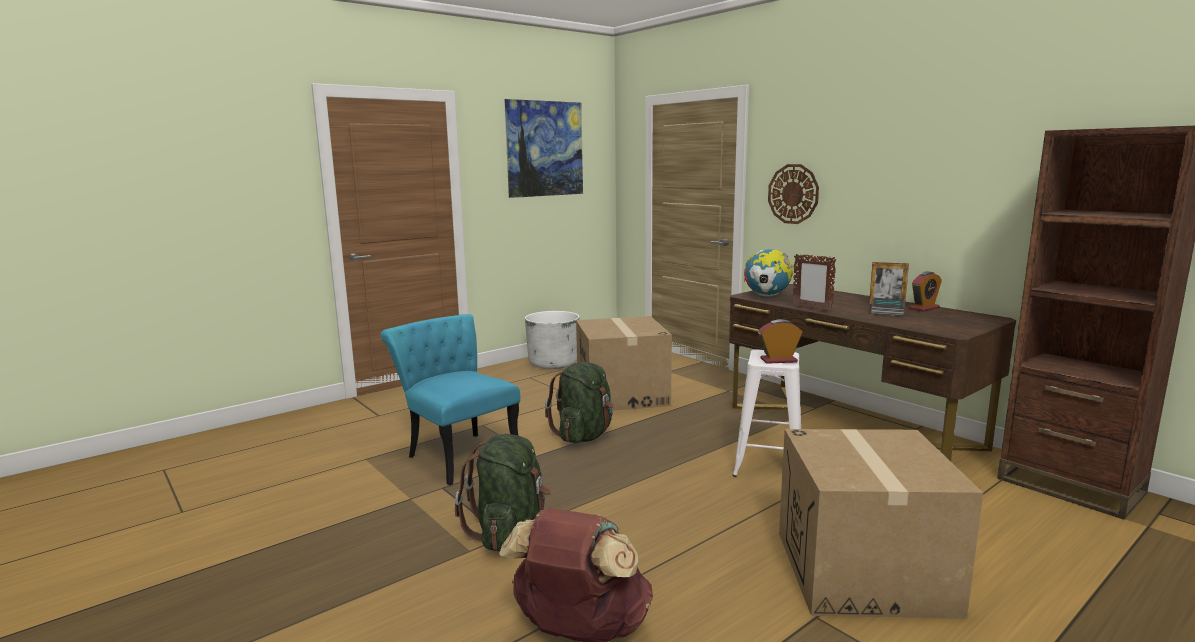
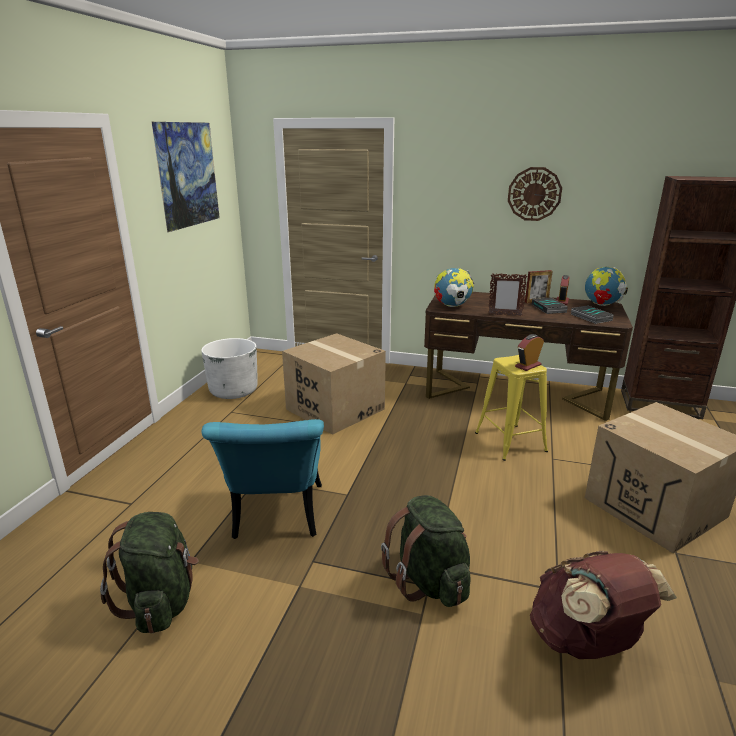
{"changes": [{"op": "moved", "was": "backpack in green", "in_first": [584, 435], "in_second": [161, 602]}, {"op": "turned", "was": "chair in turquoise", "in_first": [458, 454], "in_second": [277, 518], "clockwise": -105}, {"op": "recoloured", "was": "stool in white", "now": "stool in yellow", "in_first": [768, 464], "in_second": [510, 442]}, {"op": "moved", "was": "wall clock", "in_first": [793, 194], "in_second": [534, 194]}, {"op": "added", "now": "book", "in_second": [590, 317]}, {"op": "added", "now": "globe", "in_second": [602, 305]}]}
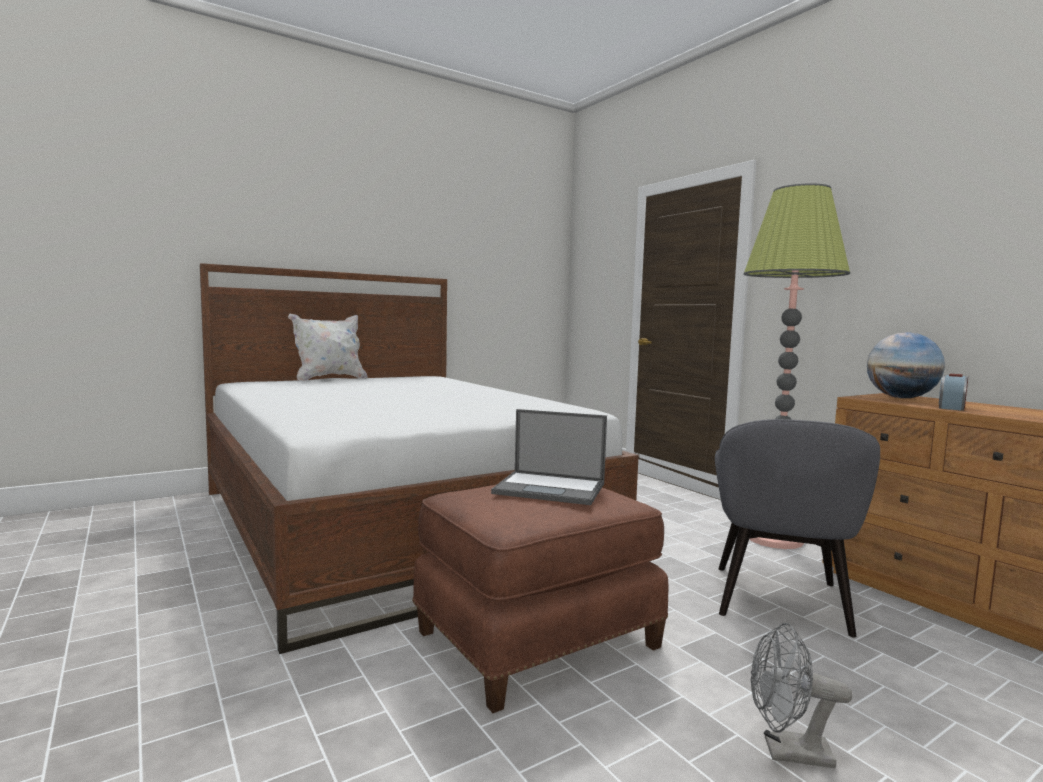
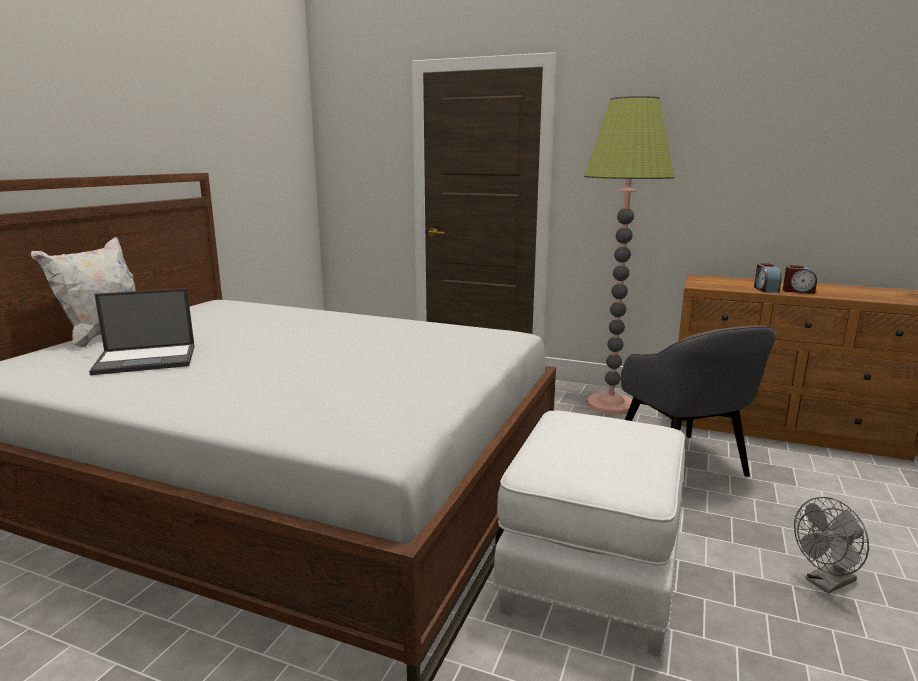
{"changes": [{"op": "moved", "was": "laptop", "in_first": [551, 488], "in_second": [147, 359]}, {"op": "recoloured", "was": "ottoman in brown", "now": "ottoman in white", "in_first": [536, 637], "in_second": [590, 570]}, {"op": "added", "now": "alarm clock", "in_second": [798, 291]}, {"op": "removed", "was": "globe", "in_first": [901, 398]}]}
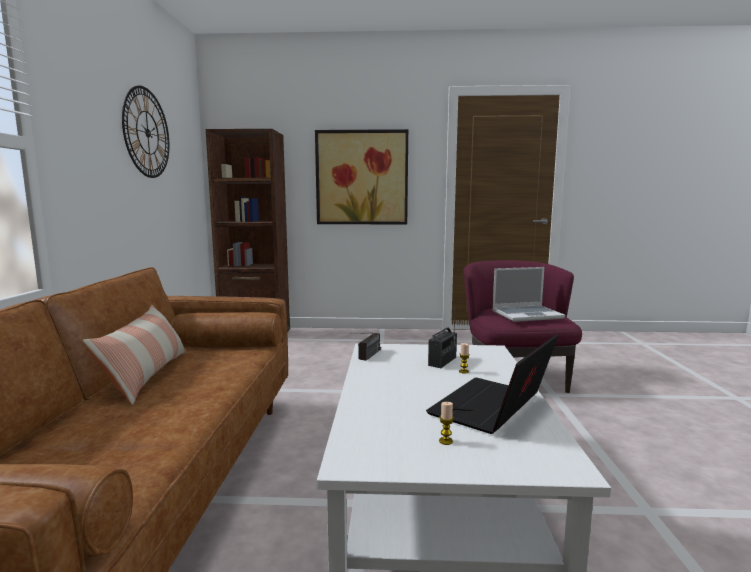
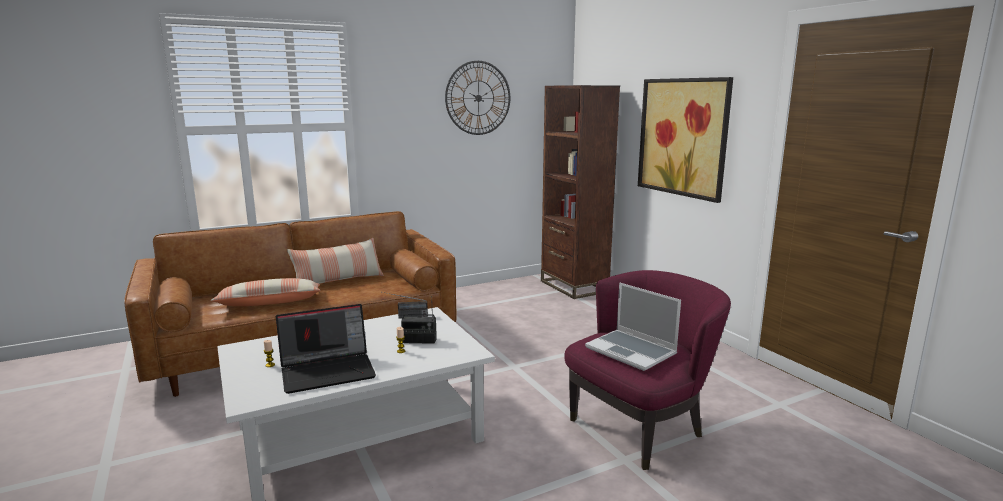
{"changes": [{"op": "added", "now": "pillow", "in_second": [269, 303]}, {"op": "turned", "was": "laptop", "in_first": [492, 408], "in_second": [329, 371], "clockwise": 150}]}
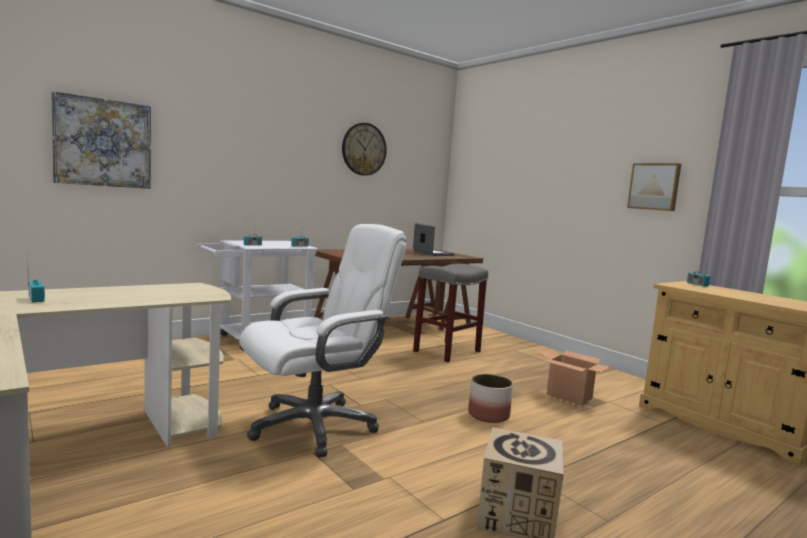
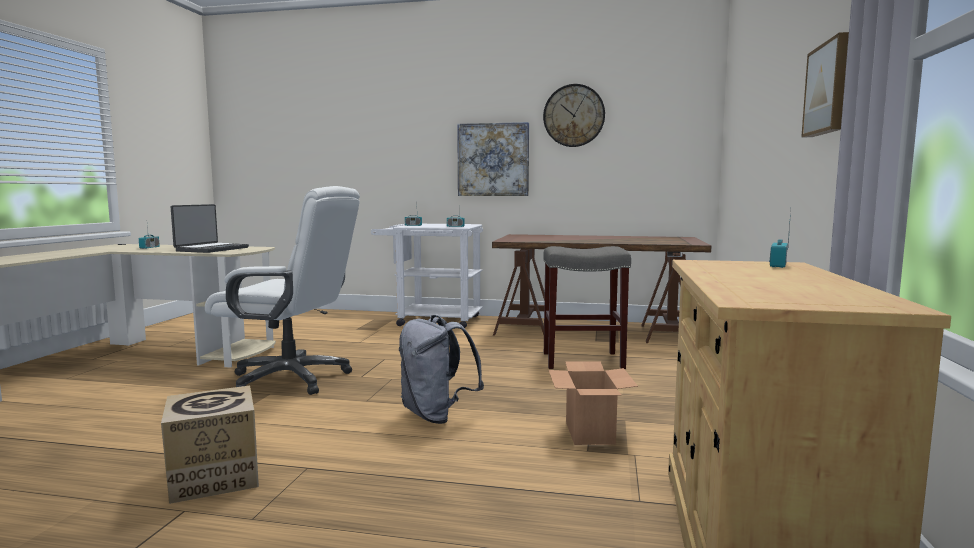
{"changes": [{"op": "moved", "was": "laptop", "in_first": [432, 253], "in_second": [211, 249]}, {"op": "replaced", "was": "planter", "now": "backpack in grey", "in_first": [489, 415], "in_second": [436, 415]}, {"op": "moved", "was": "picture", "in_first": [103, 142], "in_second": [493, 159]}]}
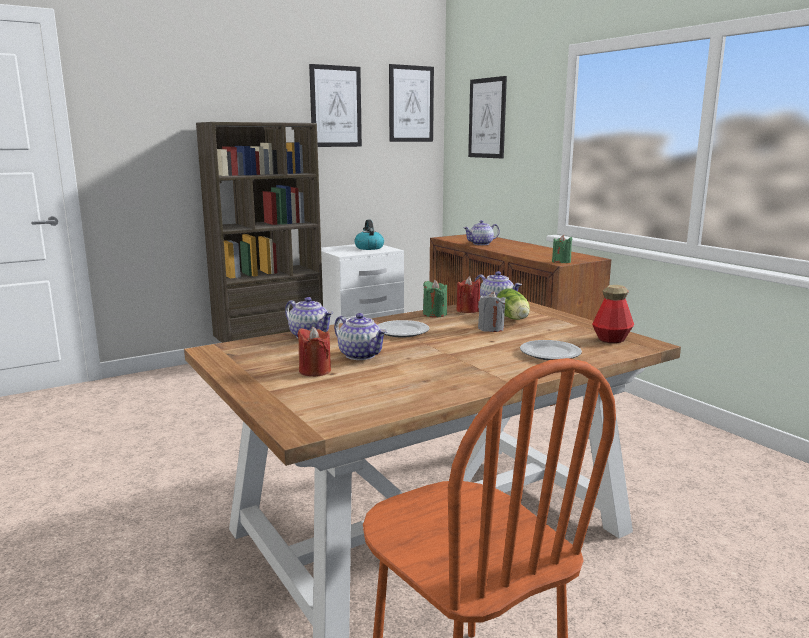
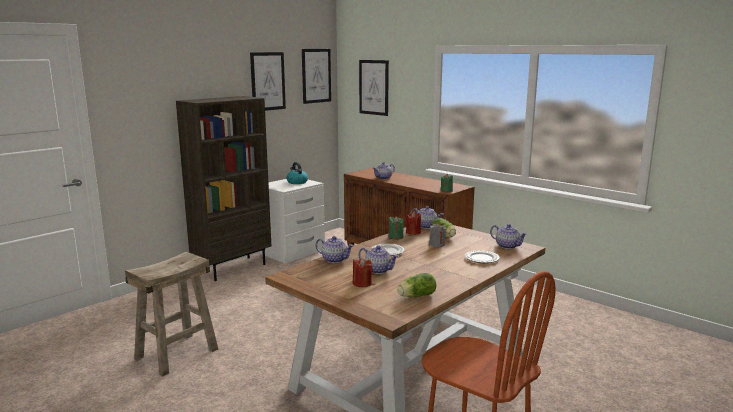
{"changes": [{"op": "added", "now": "stool in beige", "in_second": [176, 353]}, {"op": "added", "now": "lettuce", "in_second": [415, 296]}, {"op": "replaced", "was": "bottle", "now": "teapot", "in_first": [611, 339], "in_second": [507, 246]}]}
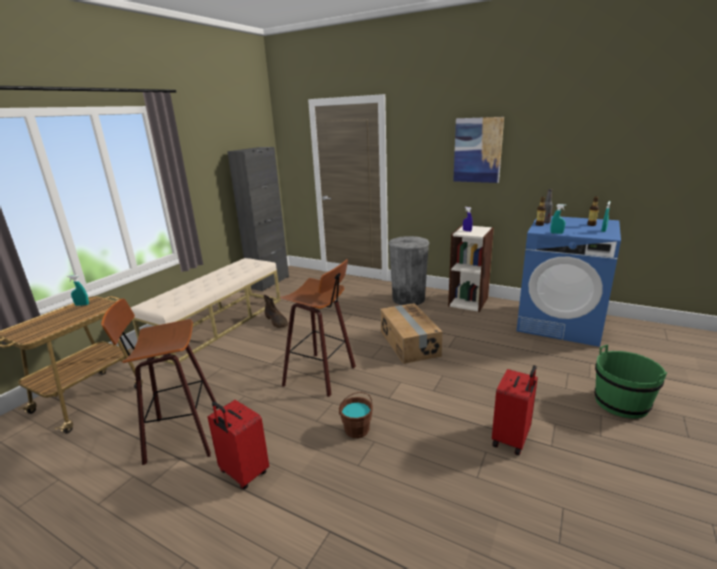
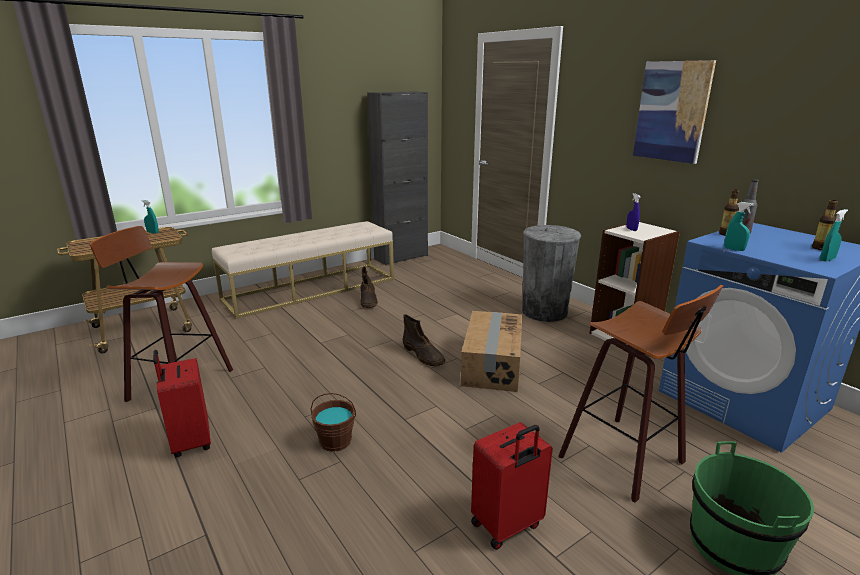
{"changes": [{"op": "added", "now": "boot in brown", "in_second": [423, 355]}, {"op": "moved", "was": "stool", "in_first": [323, 375], "in_second": [627, 459]}]}
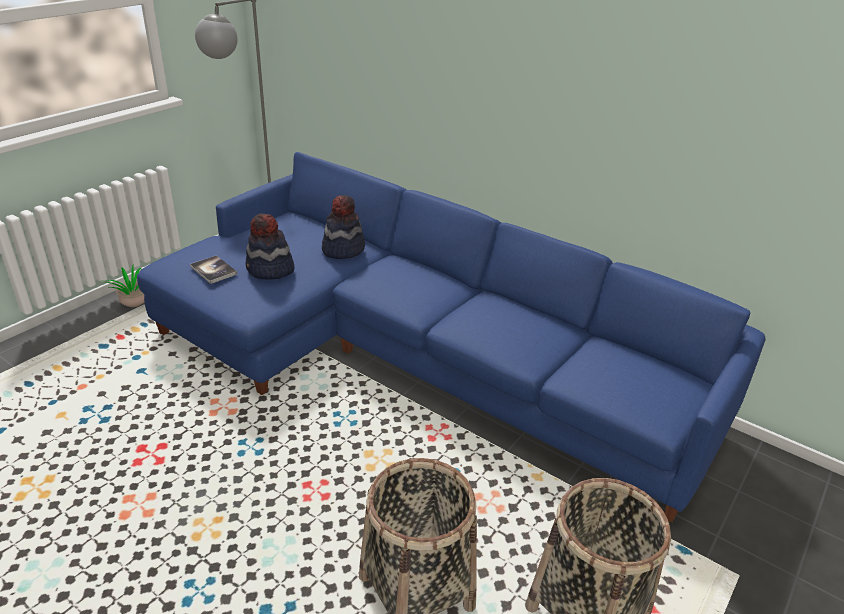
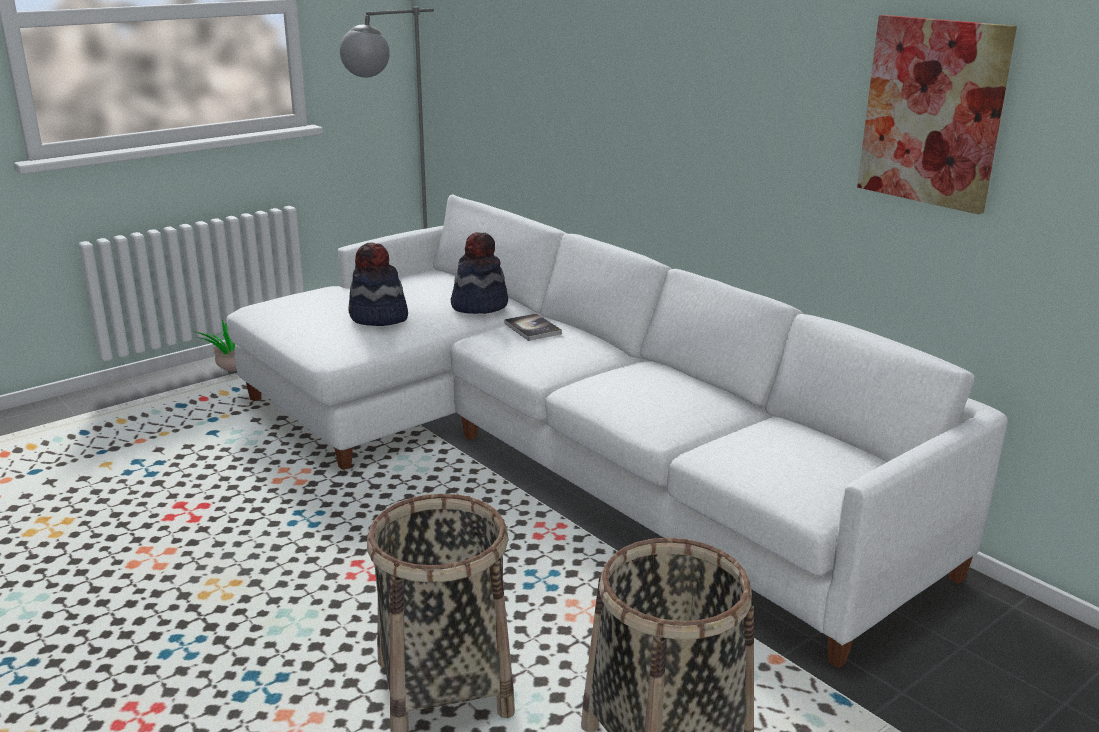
{"changes": [{"op": "recoloured", "was": "sofa in blue", "now": "sofa in white", "in_first": [410, 355], "in_second": [551, 449]}, {"op": "moved", "was": "book", "in_first": [213, 270], "in_second": [532, 328]}, {"op": "added", "now": "picture", "in_second": [933, 112]}]}
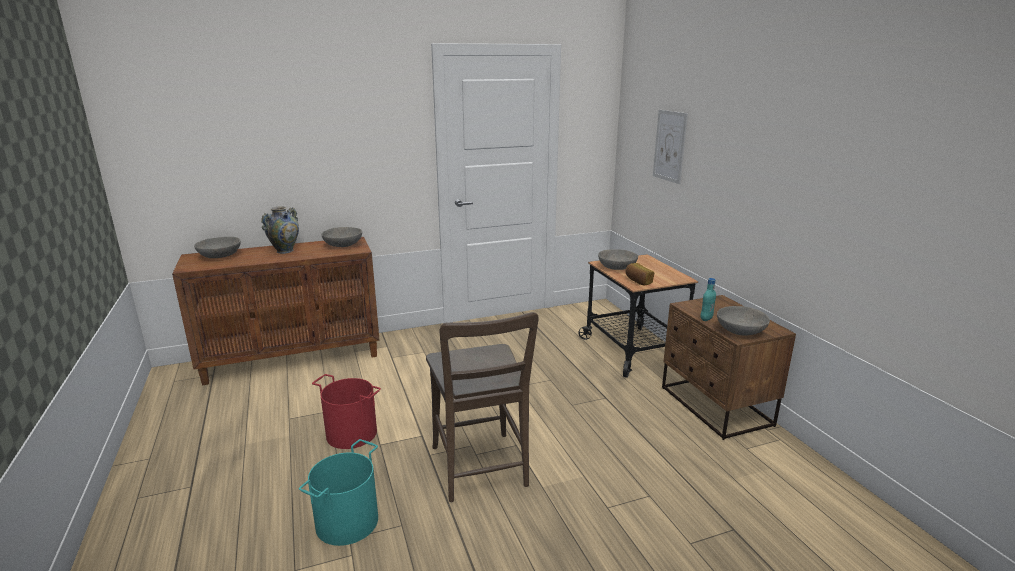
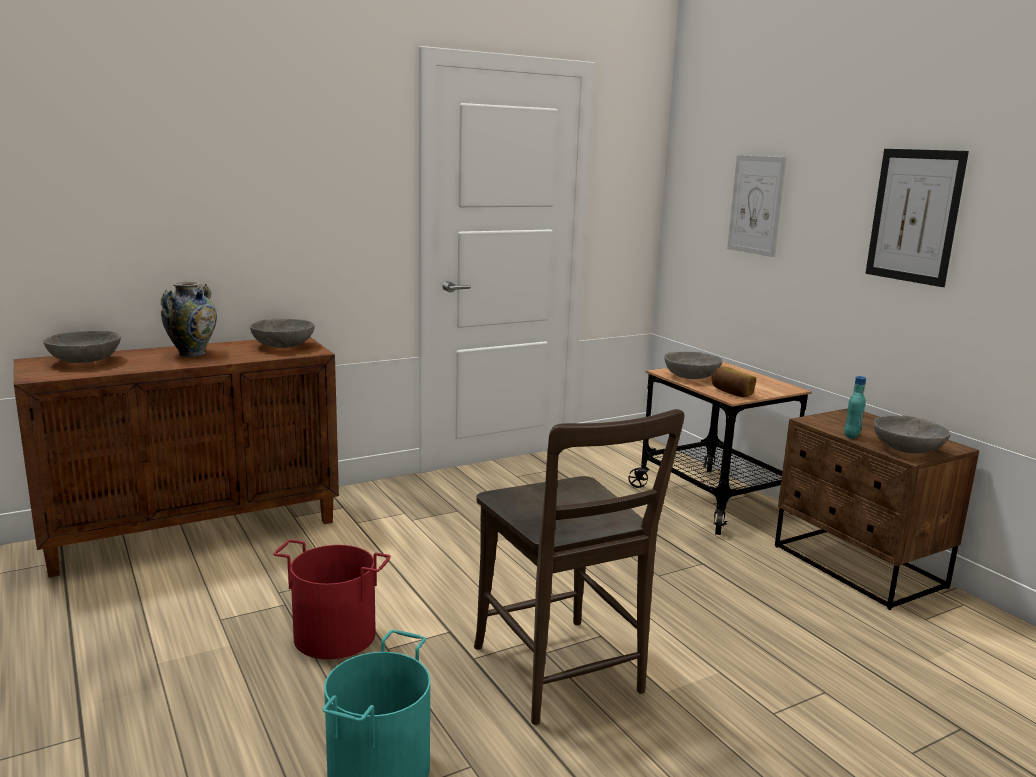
{"changes": [{"op": "added", "now": "picture", "in_second": [914, 216]}]}
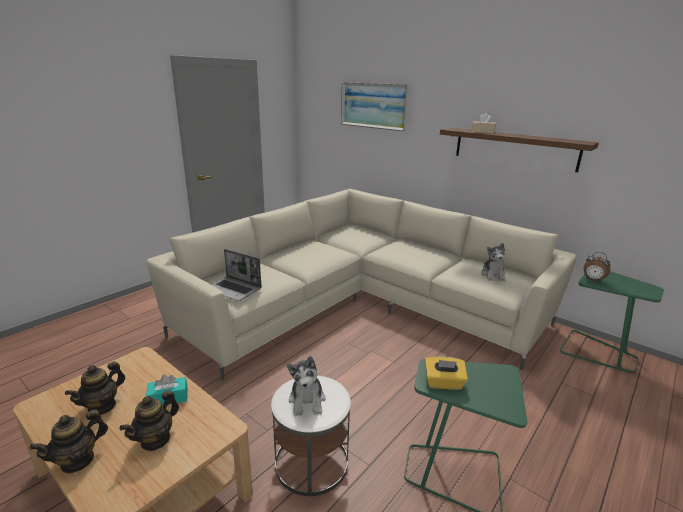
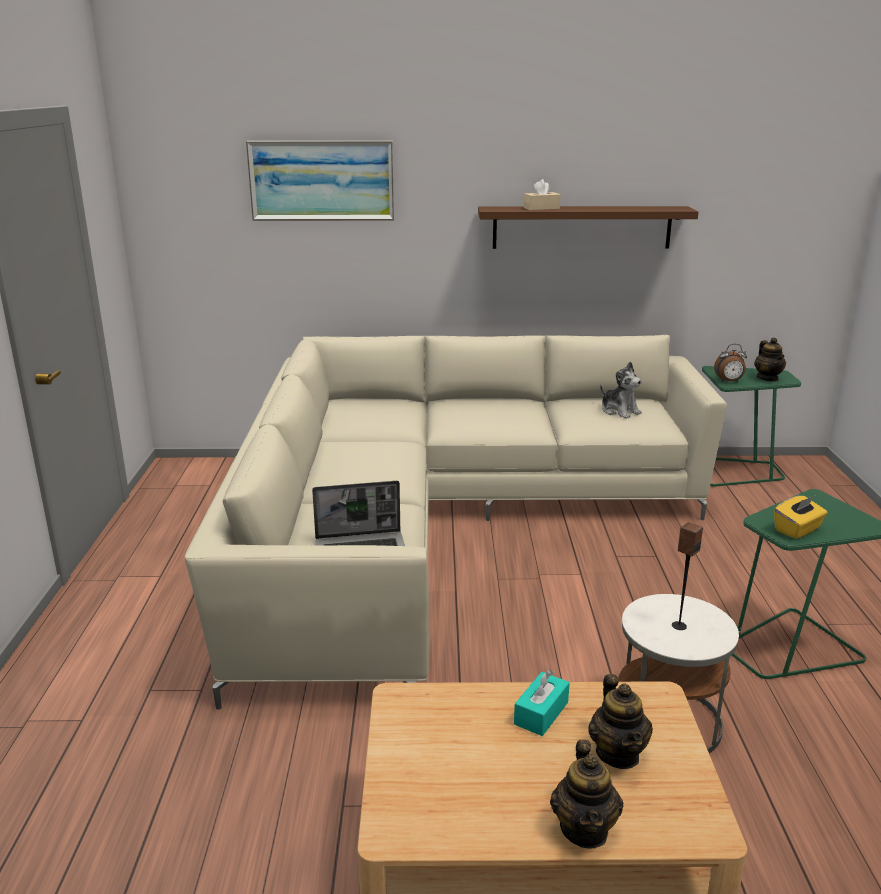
{"changes": [{"op": "replaced", "was": "plush toy", "now": "speaker", "in_first": [307, 400], "in_second": [678, 625]}, {"op": "moved", "was": "teapot", "in_first": [102, 406], "in_second": [767, 378]}]}
